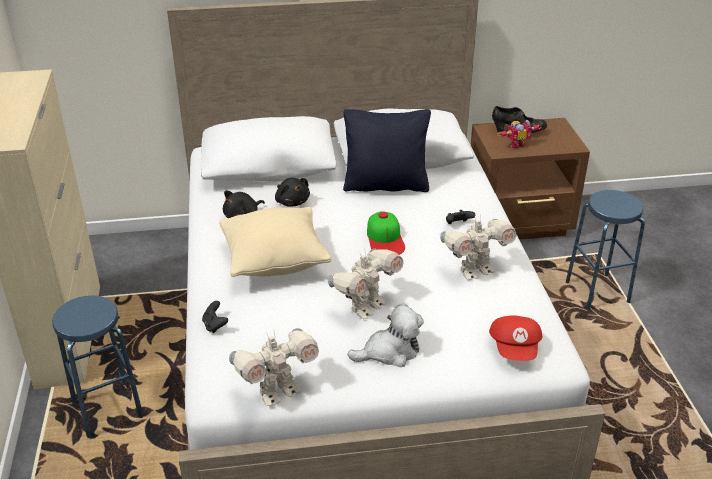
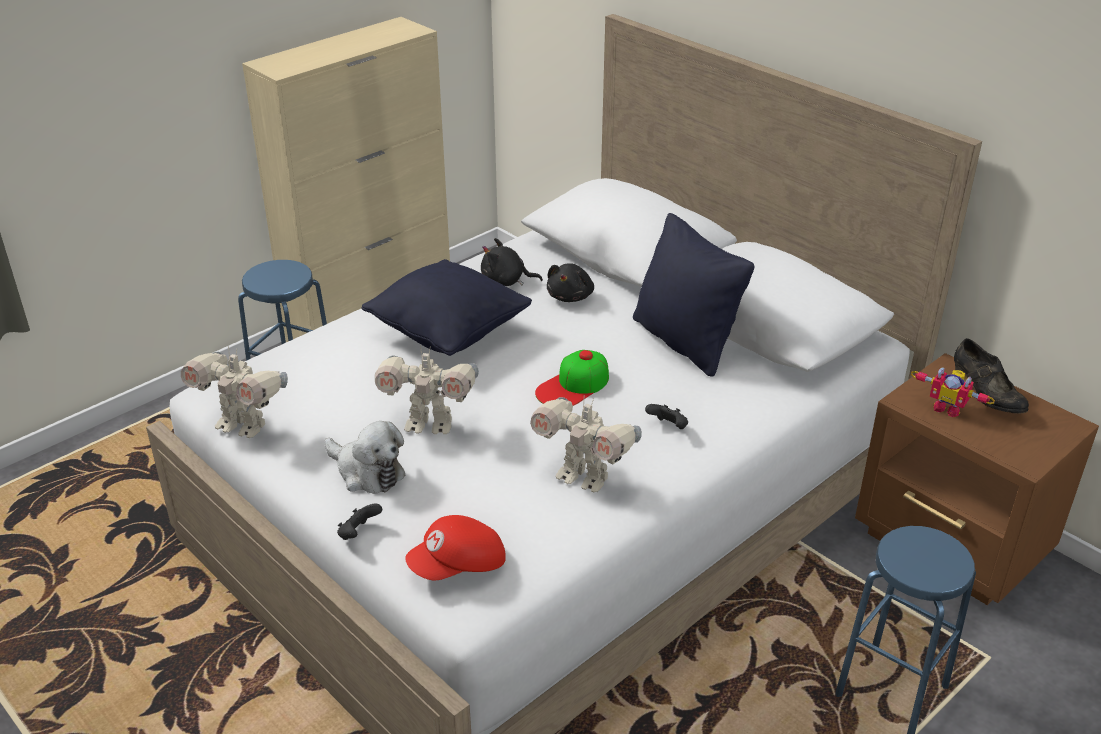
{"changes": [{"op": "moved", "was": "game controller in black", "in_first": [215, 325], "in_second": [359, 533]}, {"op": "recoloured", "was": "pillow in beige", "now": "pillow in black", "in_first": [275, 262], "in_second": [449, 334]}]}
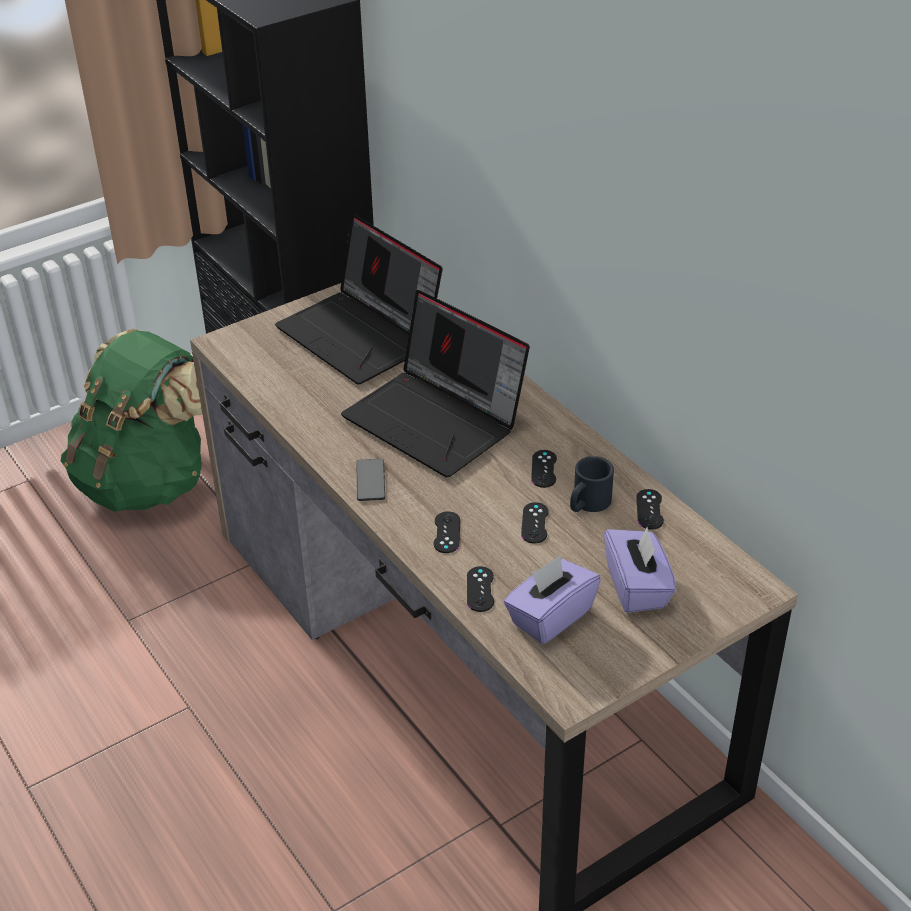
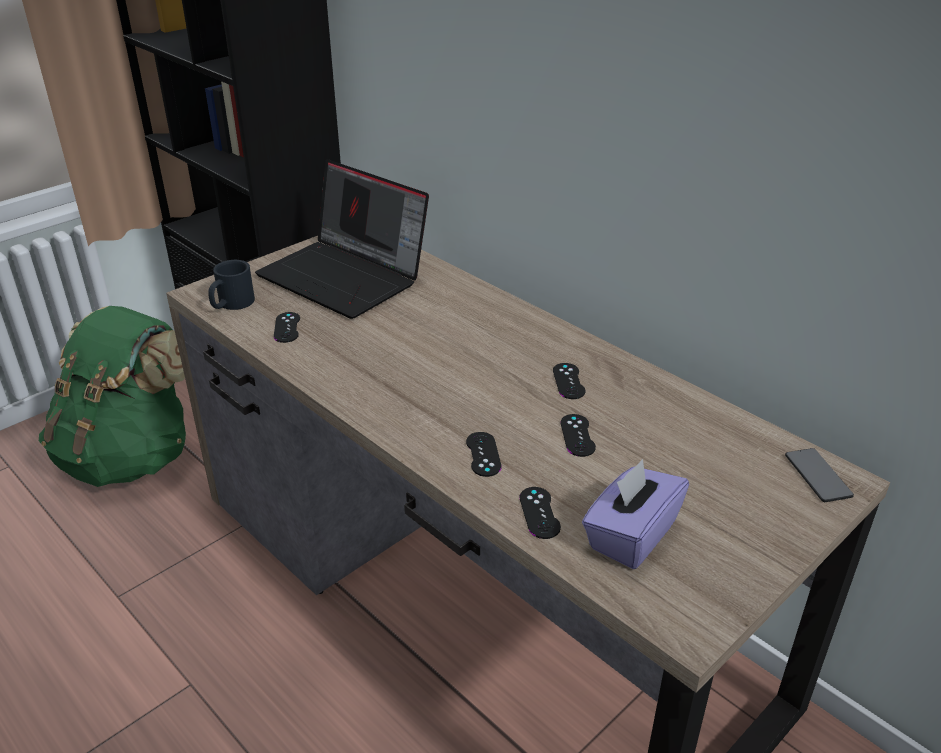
{"changes": [{"op": "moved", "was": "mug in black", "in_first": [587, 504], "in_second": [231, 304]}, {"op": "moved", "was": "game controller in black", "in_first": [649, 509], "in_second": [287, 327]}, {"op": "moved", "was": "phone", "in_first": [370, 481], "in_second": [817, 476]}, {"op": "removed", "was": "laptop", "in_first": [437, 420]}, {"op": "removed", "was": "tissue box in purple", "in_first": [637, 587]}]}
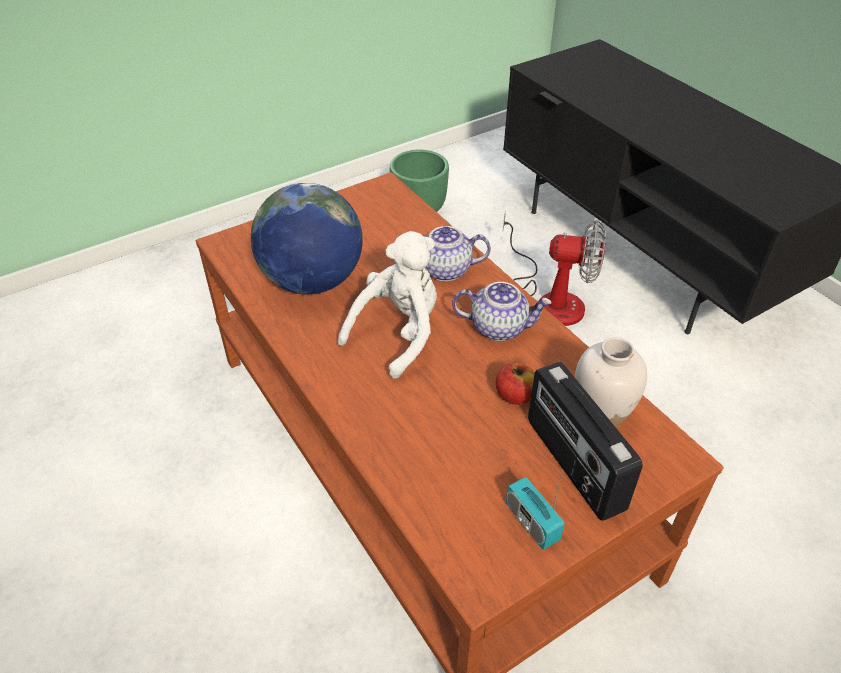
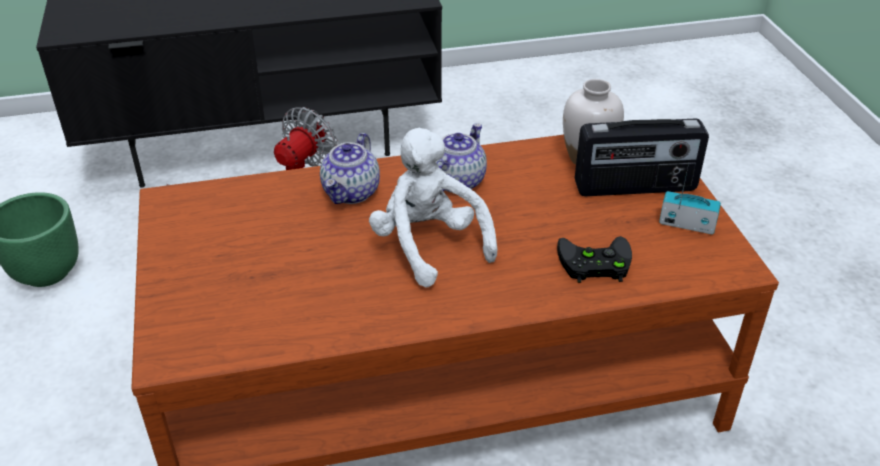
{"changes": [{"op": "added", "now": "game controller in black", "in_second": [592, 264]}, {"op": "turned", "was": "radio", "in_first": [532, 522], "in_second": [687, 224], "clockwise": -150}, {"op": "removed", "was": "globe", "in_first": [312, 281]}, {"op": "removed", "was": "apple", "in_first": [515, 395]}]}
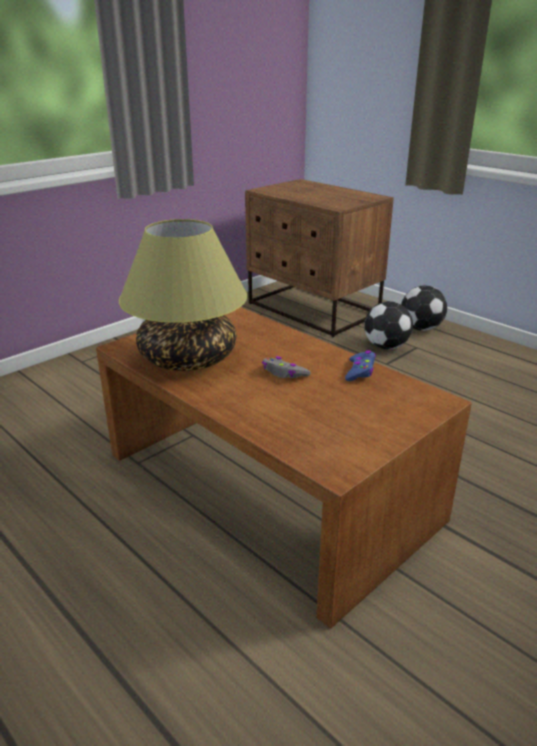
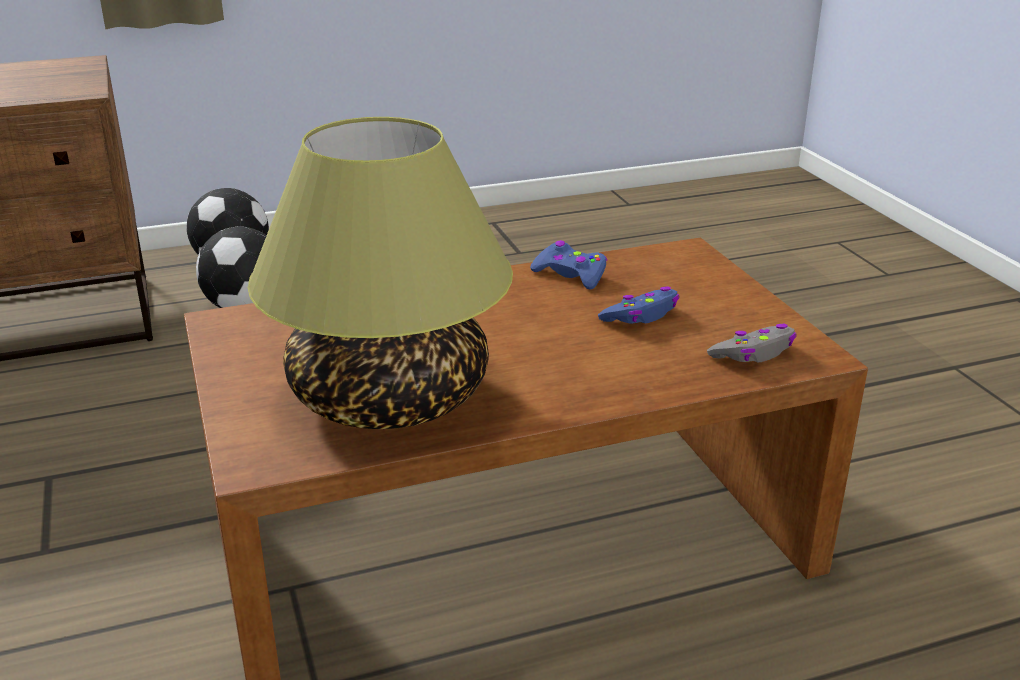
{"changes": [{"op": "added", "now": "game controller in blue", "in_second": [641, 316]}, {"op": "moved", "was": "game controller in grey", "in_first": [284, 373], "in_second": [754, 353]}]}
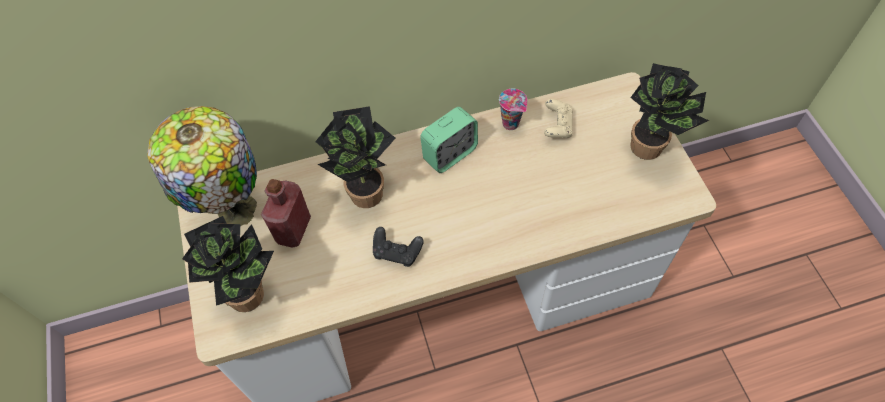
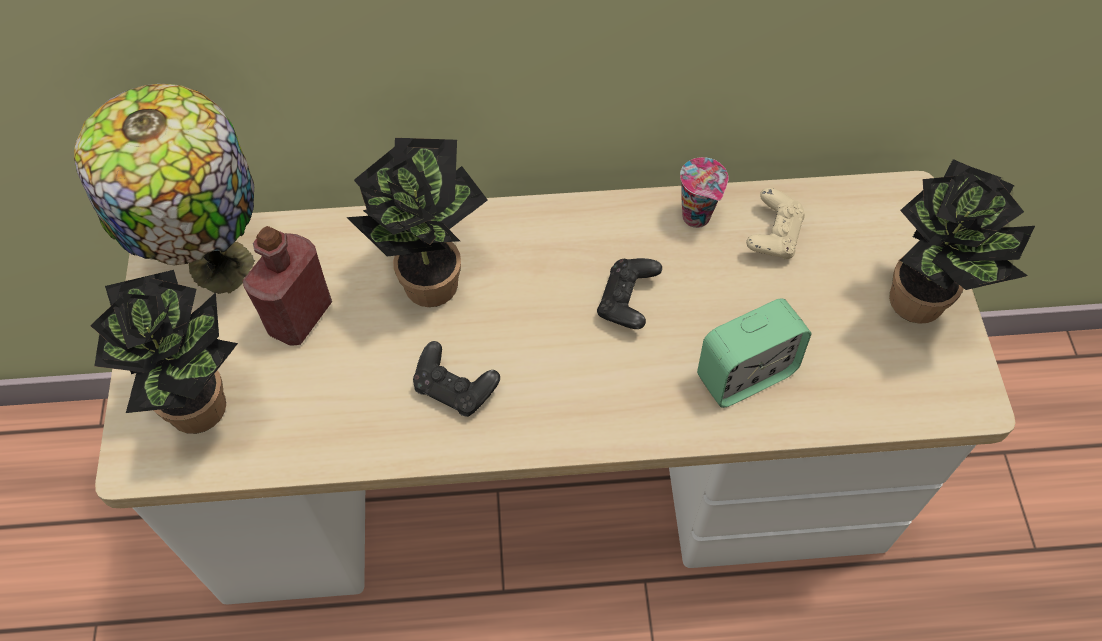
{"changes": [{"op": "added", "now": "game controller in black", "in_second": [627, 302]}, {"op": "moved", "was": "alarm clock", "in_first": [450, 154], "in_second": [745, 374]}]}
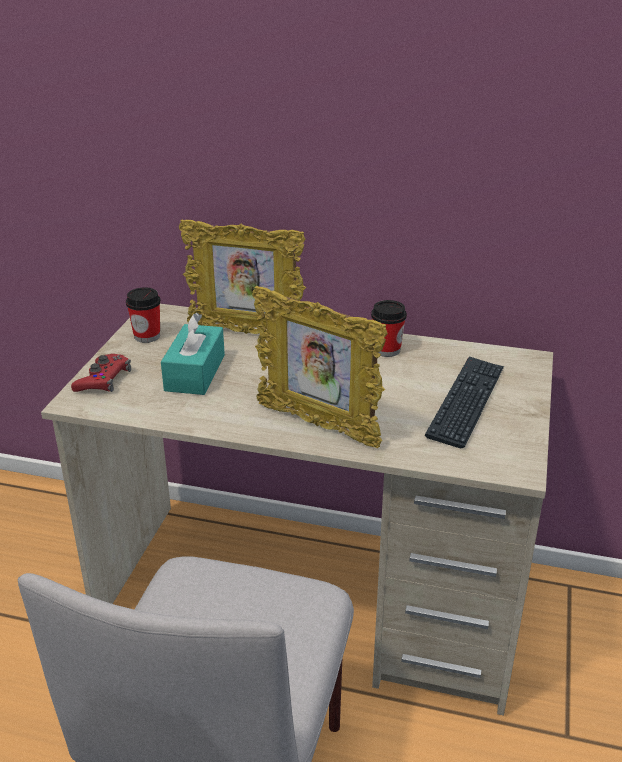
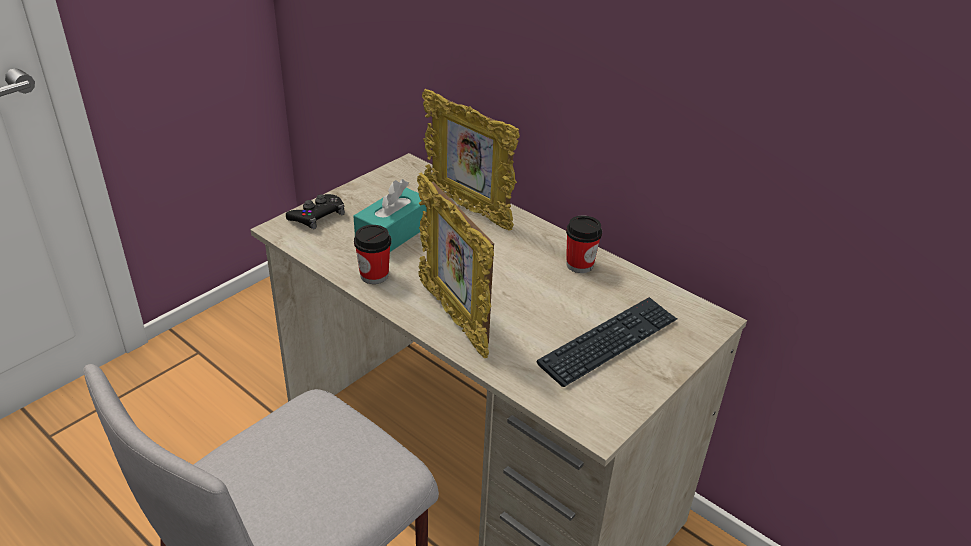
{"changes": [{"op": "recoloured", "was": "game controller in red", "now": "game controller in black", "in_first": [103, 380], "in_second": [317, 216]}, {"op": "moved", "was": "cup", "in_first": [147, 336], "in_second": [374, 275]}]}
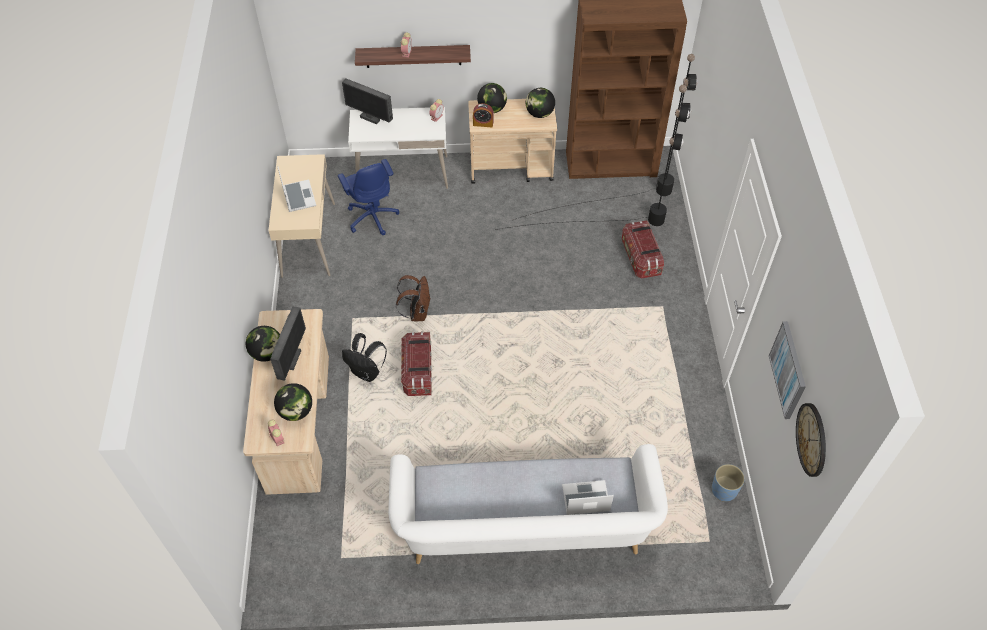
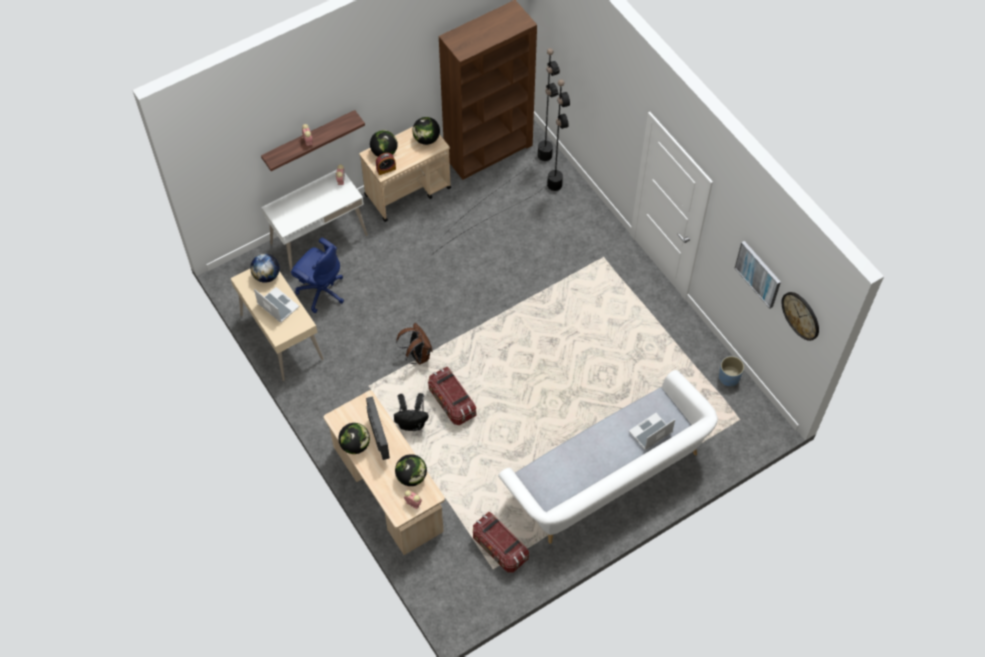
{"changes": [{"op": "added", "now": "globe", "in_second": [267, 276]}, {"op": "moved", "was": "storage box", "in_first": [640, 258], "in_second": [499, 548]}, {"op": "removed", "was": "monitor", "in_first": [370, 118]}]}
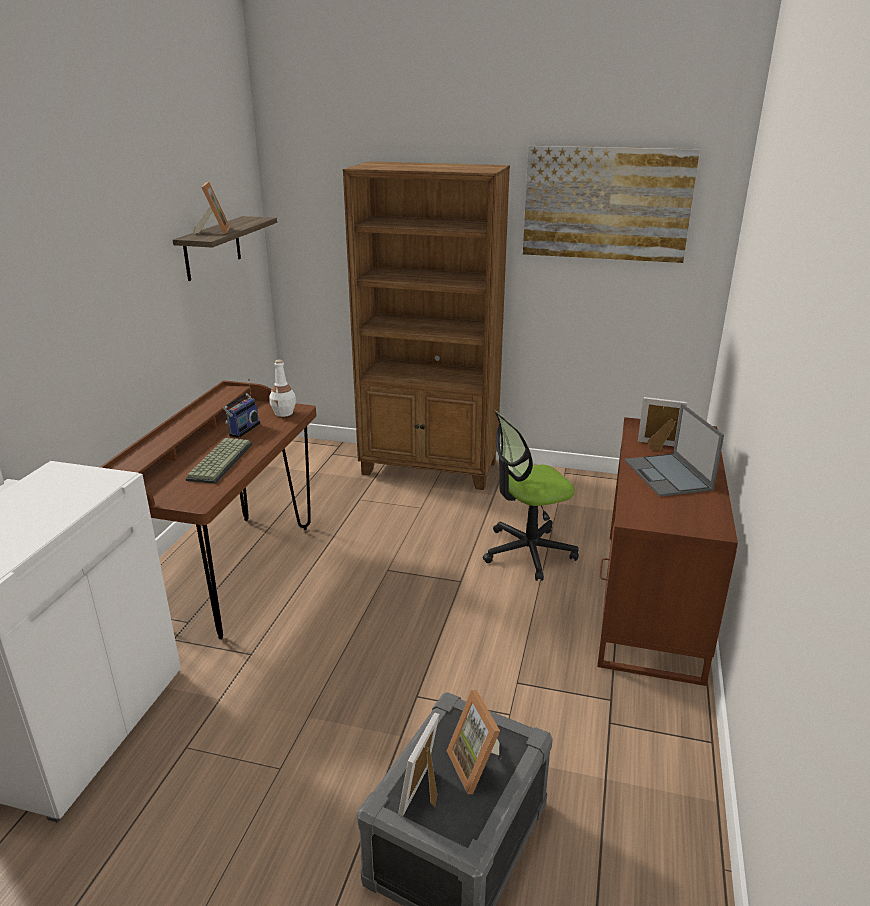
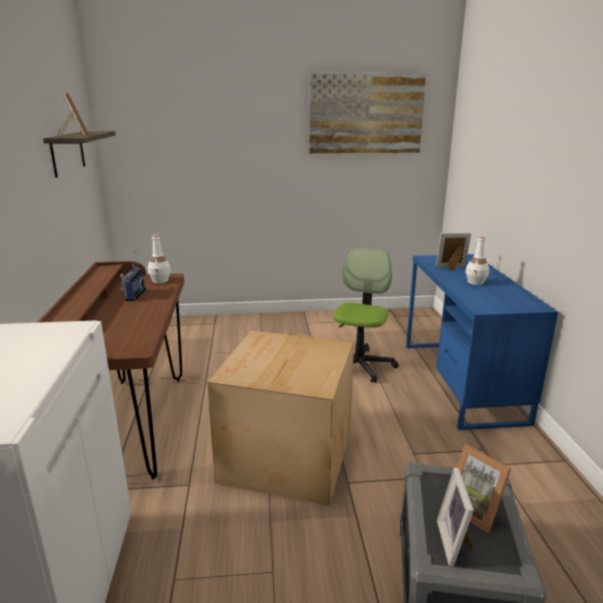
{"changes": [{"op": "added", "now": "cardboard box", "in_second": [285, 457]}, {"op": "turned", "was": "office chair", "in_first": [528, 552], "in_second": [359, 365], "clockwise": 150}, {"op": "recoloured", "was": "desk in brown", "now": "desk in blue", "in_first": [650, 601], "in_second": [460, 380]}, {"op": "replaced", "was": "laptop", "now": "bottle in white", "in_first": [668, 475], "in_second": [476, 282]}, {"op": "removed", "was": "keyboard", "in_first": [219, 461]}, {"op": "removed", "was": "bookcase in brown", "in_first": [430, 469]}]}
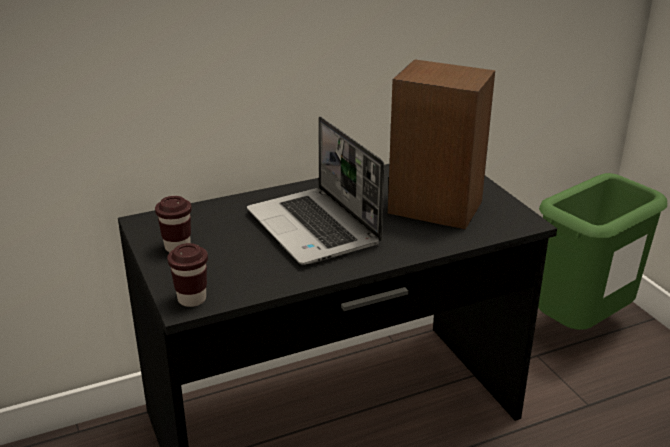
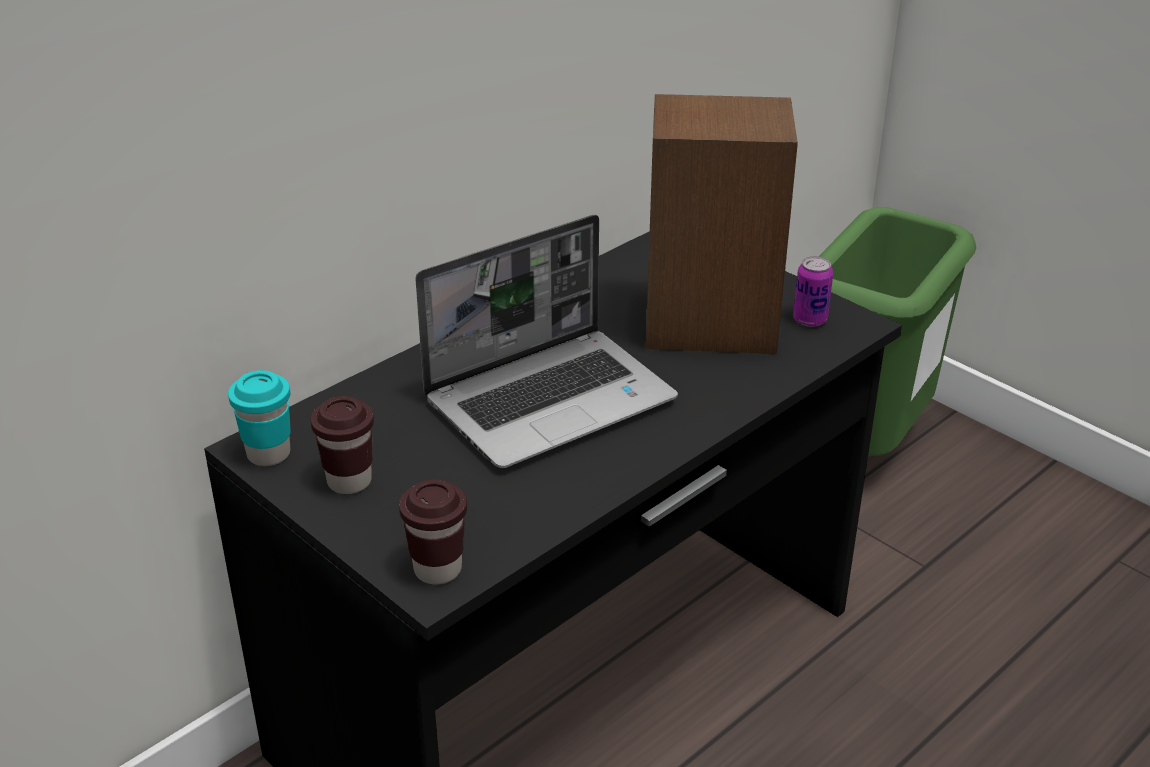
{"changes": [{"op": "added", "now": "cup in turquoise", "in_second": [268, 454]}, {"op": "turned", "was": "laptop", "in_first": [315, 228], "in_second": [551, 399], "clockwise": -75}, {"op": "added", "now": "can", "in_second": [810, 319]}]}
